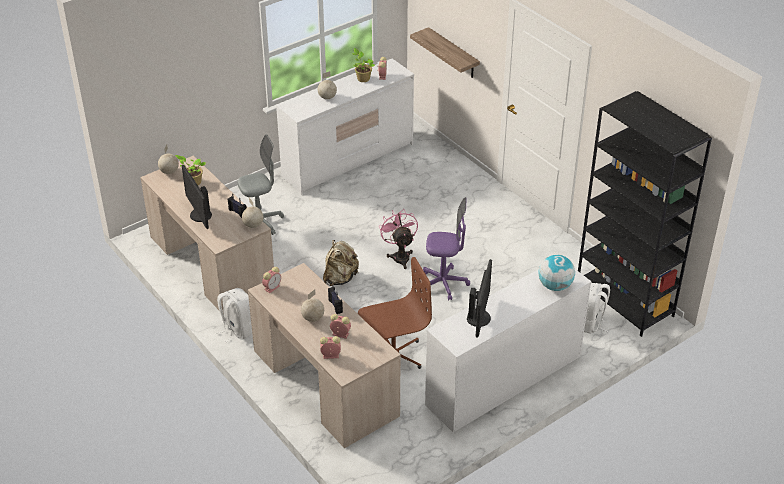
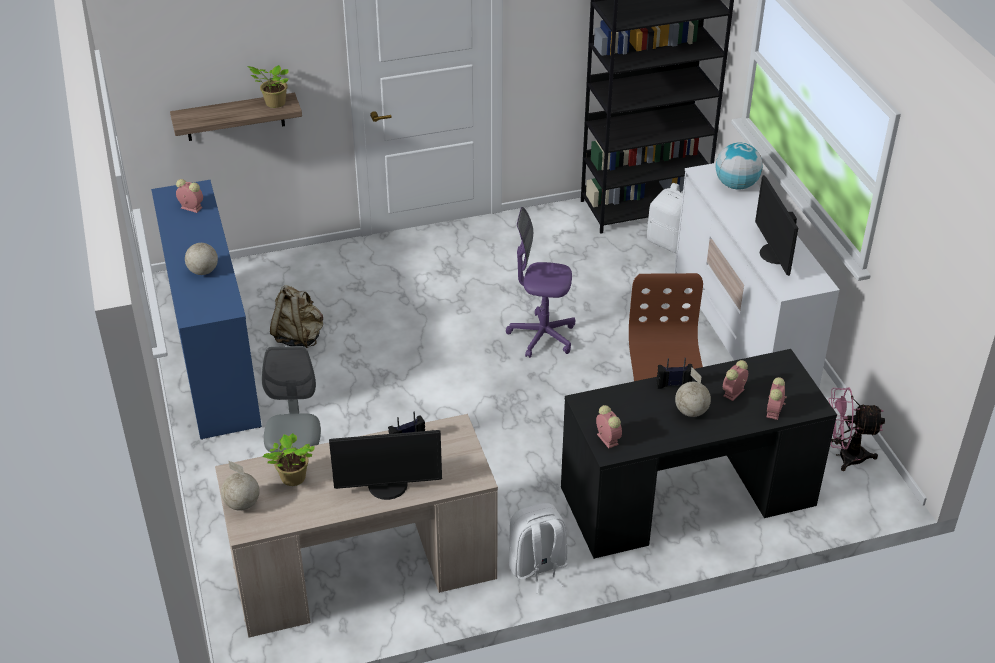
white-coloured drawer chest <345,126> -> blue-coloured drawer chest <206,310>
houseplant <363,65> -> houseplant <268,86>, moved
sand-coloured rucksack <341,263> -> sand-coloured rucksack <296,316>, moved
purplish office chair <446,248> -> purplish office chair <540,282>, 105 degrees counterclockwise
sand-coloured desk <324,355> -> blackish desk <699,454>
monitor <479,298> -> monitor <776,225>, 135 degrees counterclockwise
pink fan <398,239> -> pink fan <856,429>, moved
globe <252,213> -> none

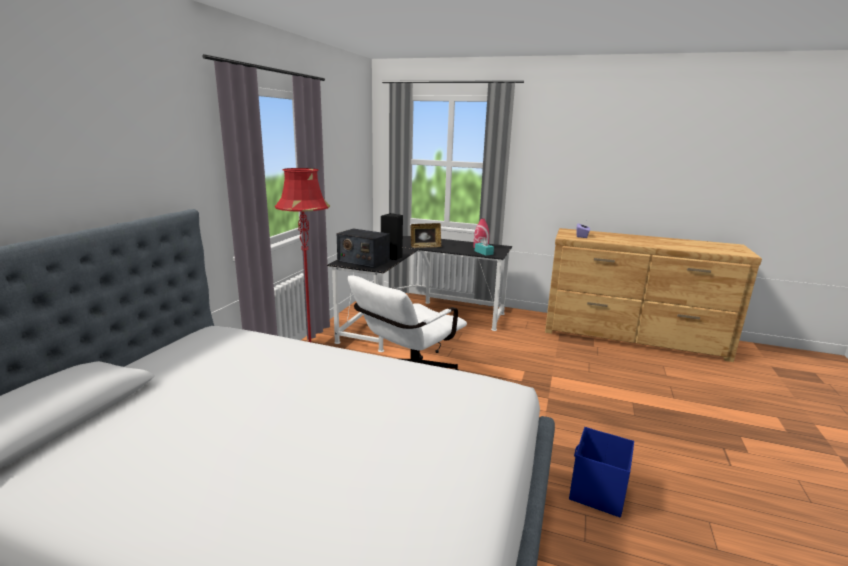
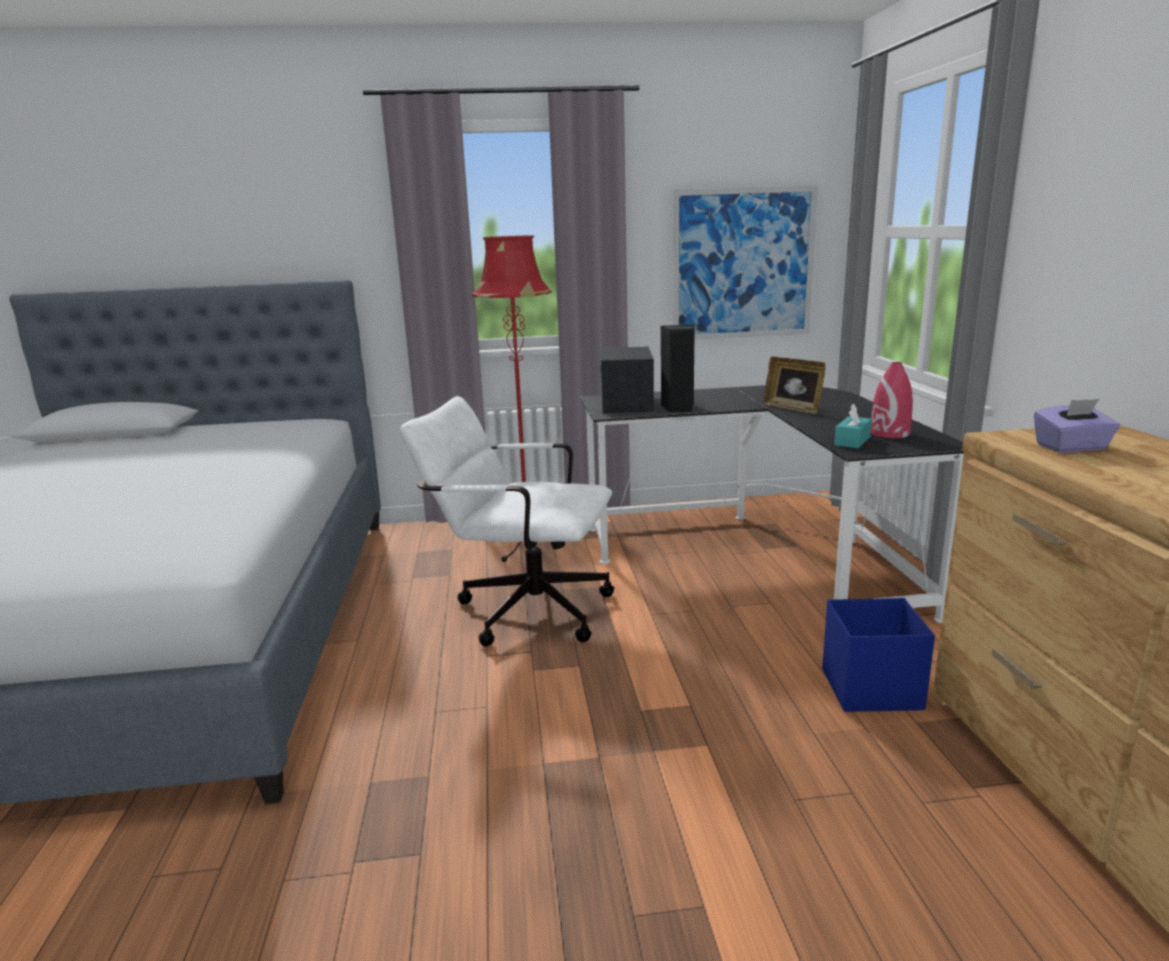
none -> picture <745,262>
blue-coloured storage bin <601,472> -> blue-coloured storage bin <878,655>, moved

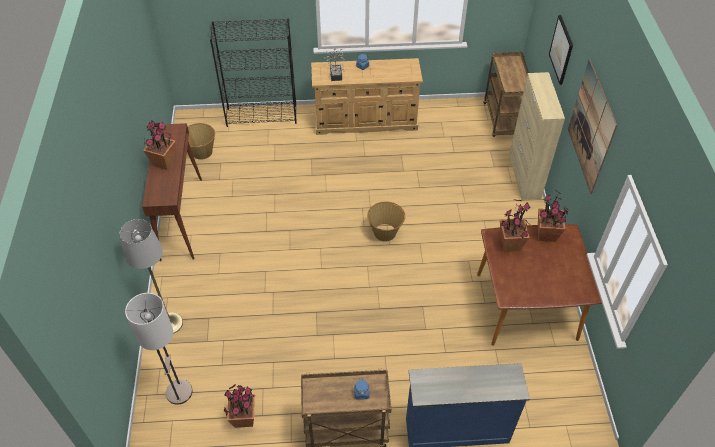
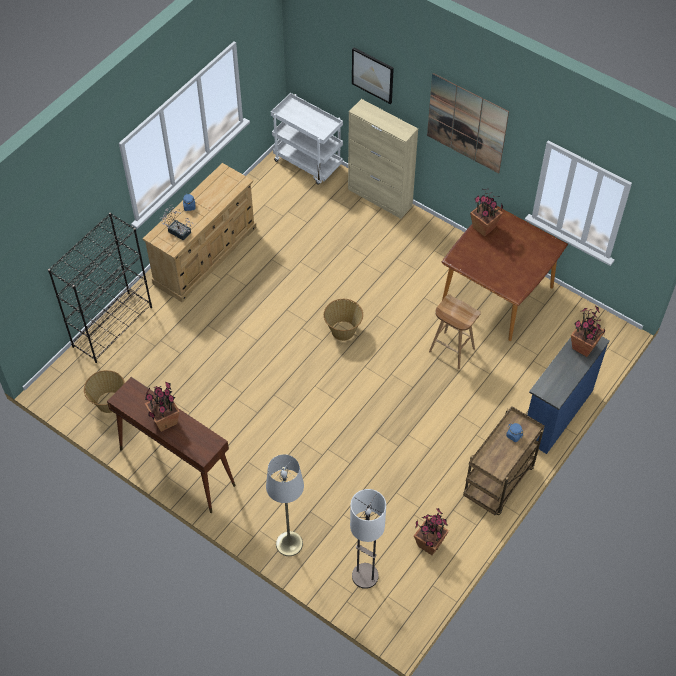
brown-coloured trolley <506,94> -> white-coloured trolley <307,139>
none -> brown-coloured sitting stool <455,331>
houseplant <515,225> -> houseplant <588,331>, moved

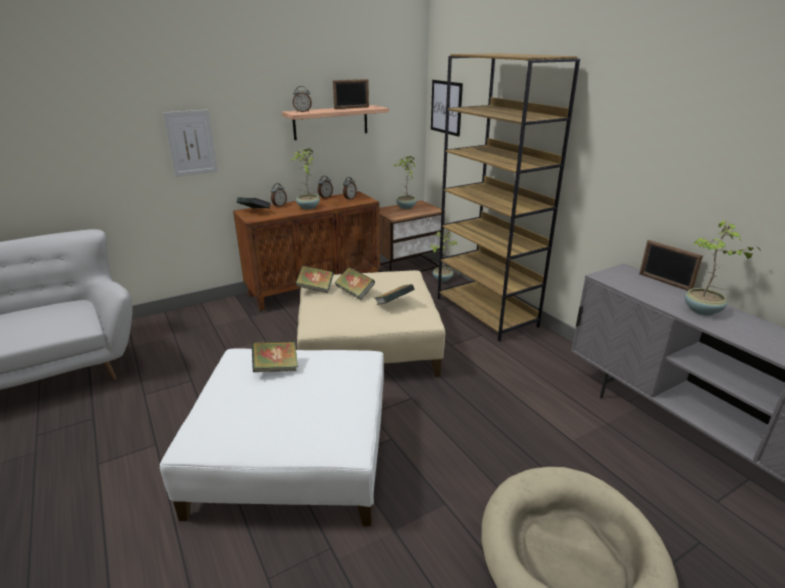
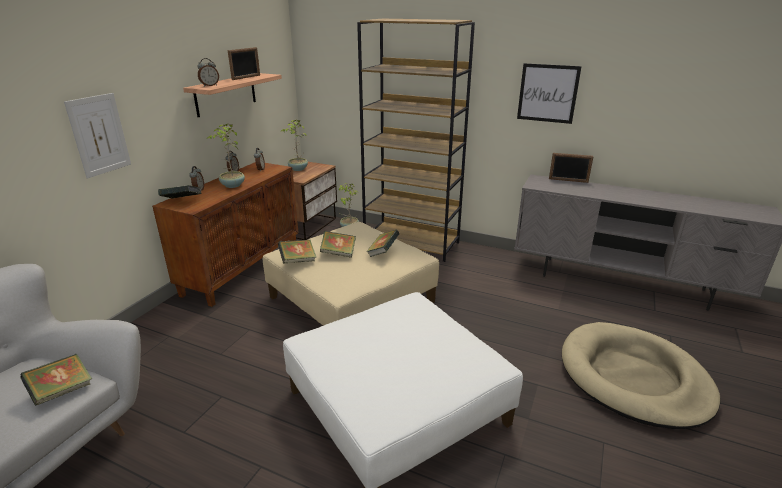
book <275,356> -> book <56,380>, moved
picture <447,108> -> picture <549,93>, moved
houseplant <723,268> -> none

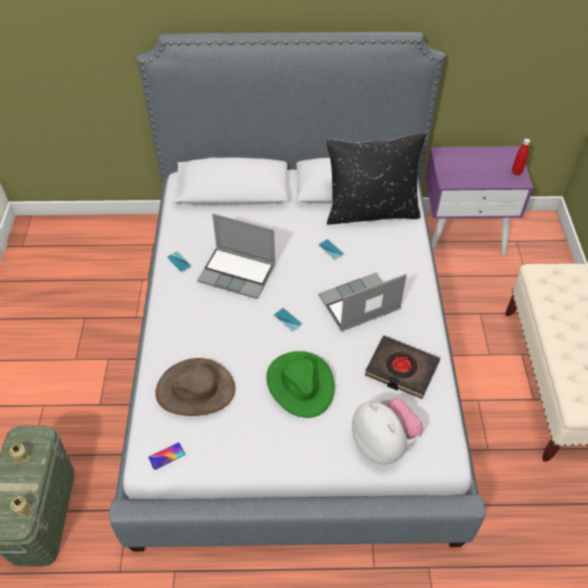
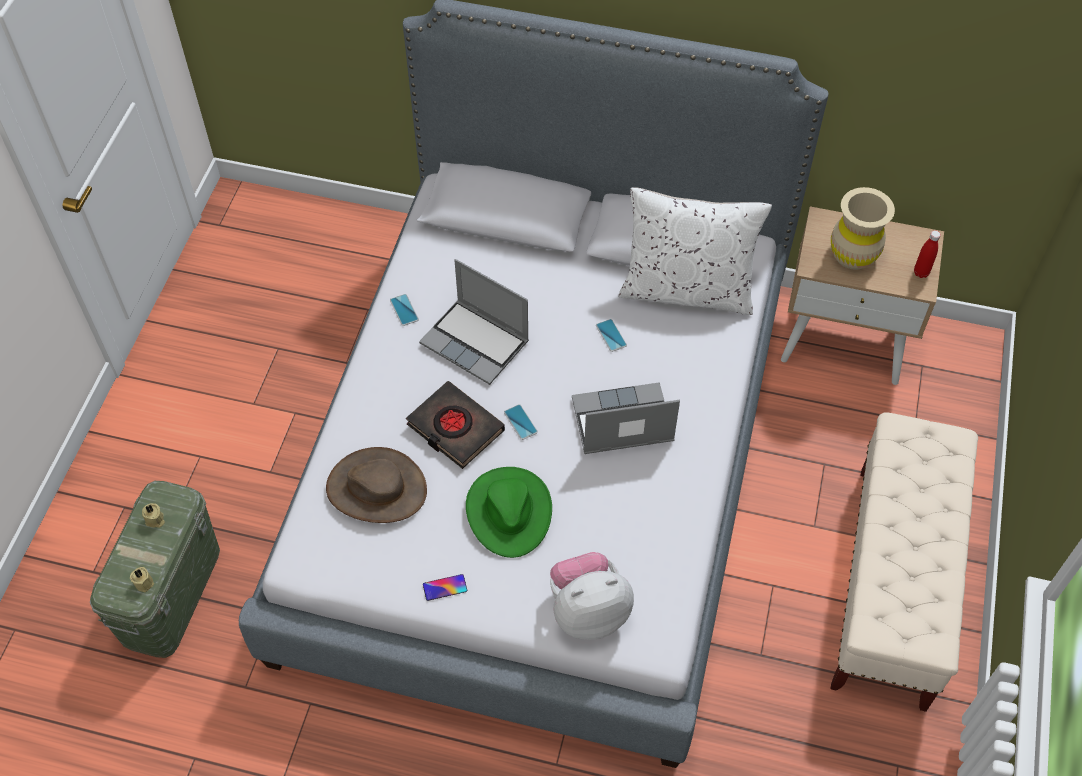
blackish book <402,367> -> blackish book <455,425>, moved
phone <167,456> -> phone <445,587>, moved
plush toy <387,431> -> plush toy <592,596>, 90 degrees counterclockwise
blackish cushion <376,179> -> white-coloured cushion <695,251>
purplish bedside table <479,201> -> sand-coloured bedside table <862,295>
none -> sand-coloured decorative vase <863,228>

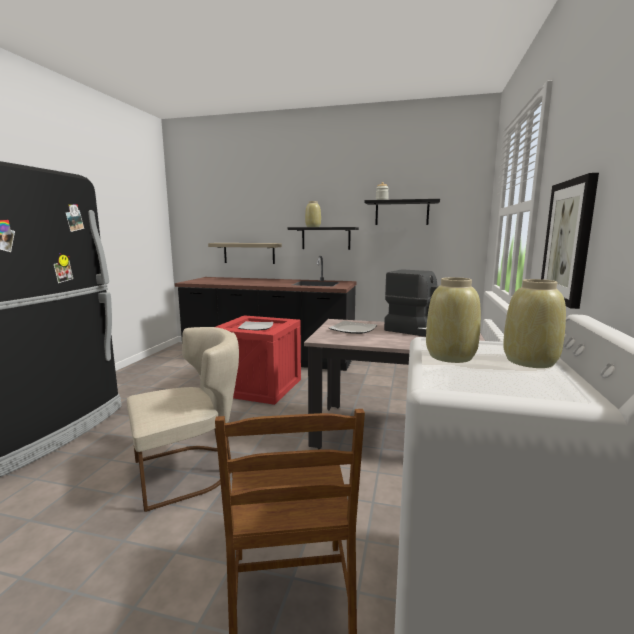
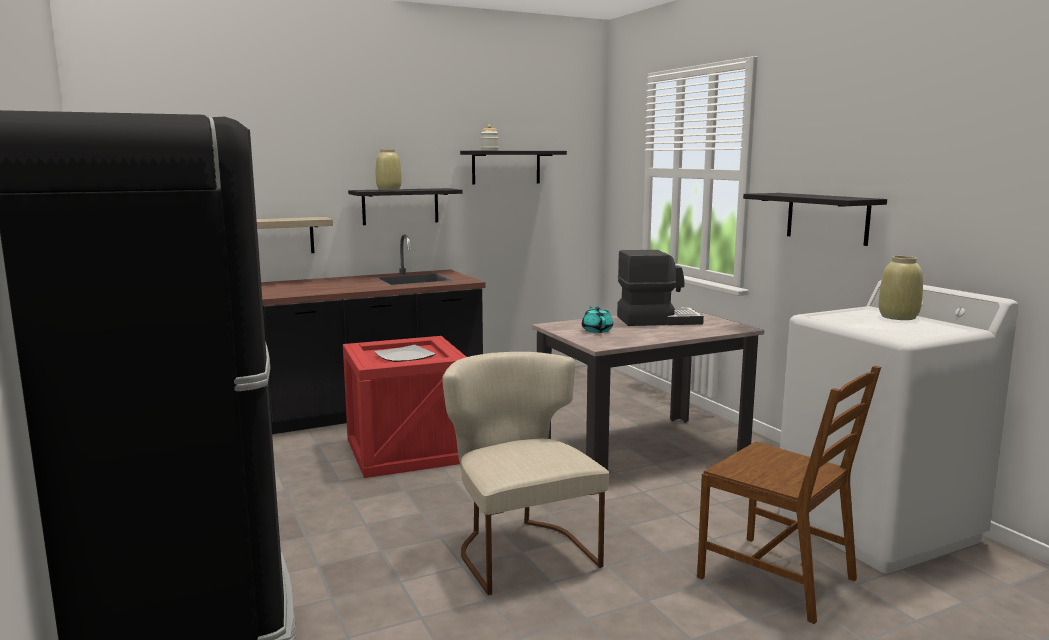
sand-coloured chair <183,419> -> sand-coloured chair <525,473>, 45 degrees counterclockwise
flat dish <353,327> -> turquoise-coloured teapot <597,319>
picture <570,241> -> blackish wall shelf <815,219>
sand-coloured decorative vase <453,320> -> none

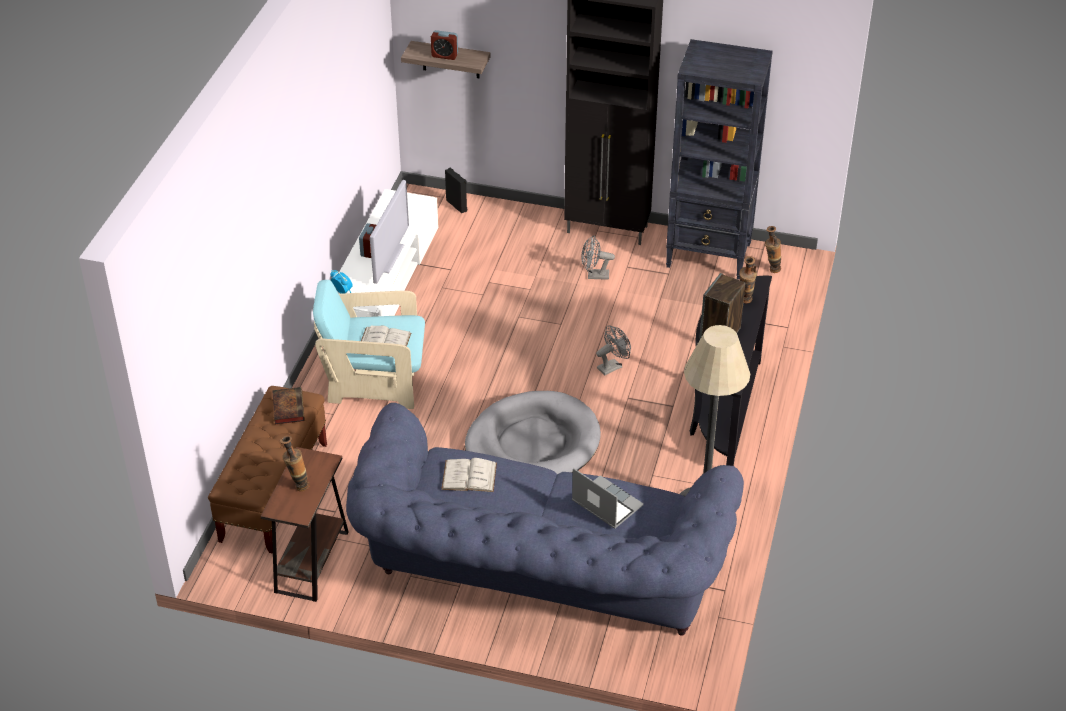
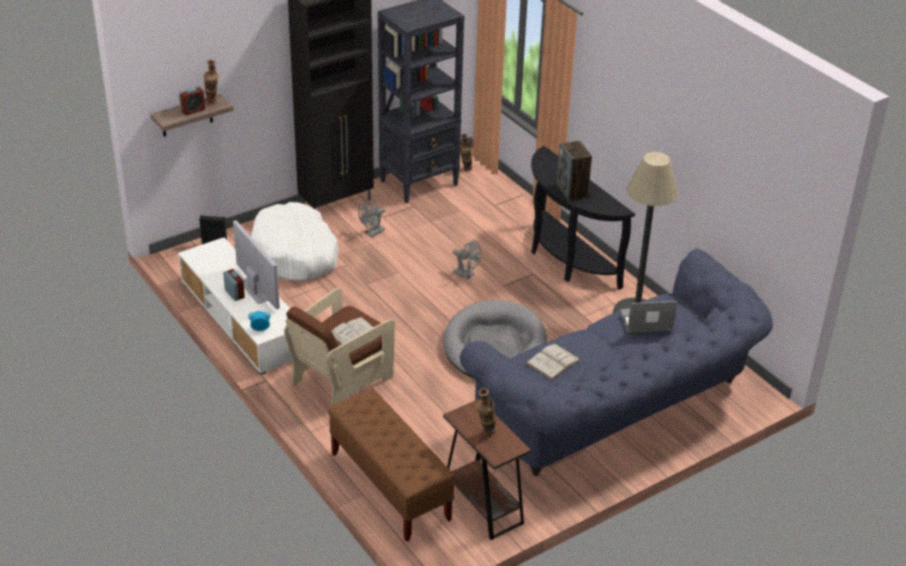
decorative vase <748,280> -> decorative vase <211,82>, moved
none -> white-coloured dog bed <295,241>
turquoise-coloured lounge chair <369,344> -> brown-coloured lounge chair <339,347>
greyish fan <613,350> -> greyish fan <467,259>, 120 degrees clockwise
book <288,405> -> none

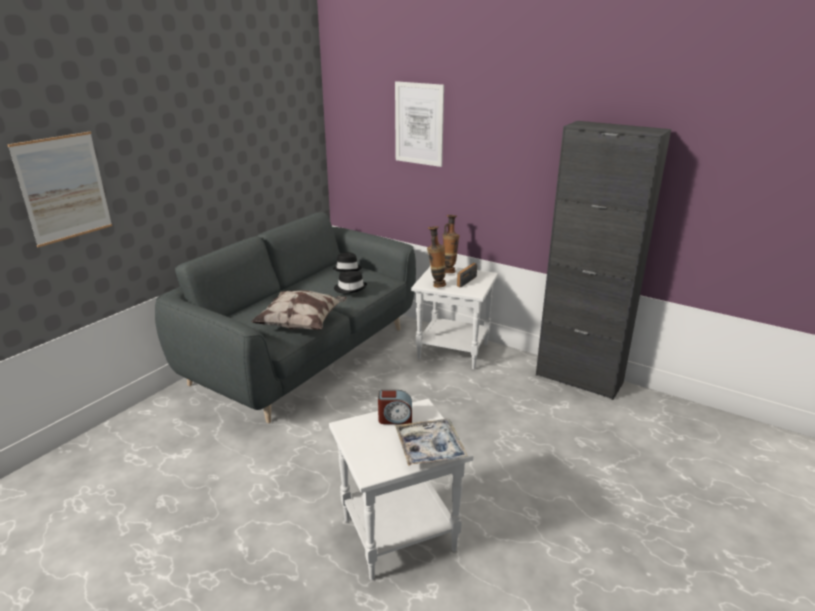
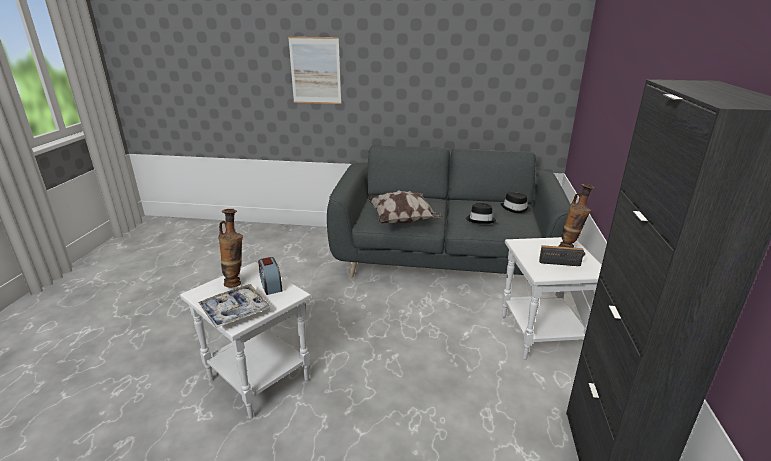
decorative vase <436,257> -> decorative vase <230,248>, moved
picture <419,124> -> none

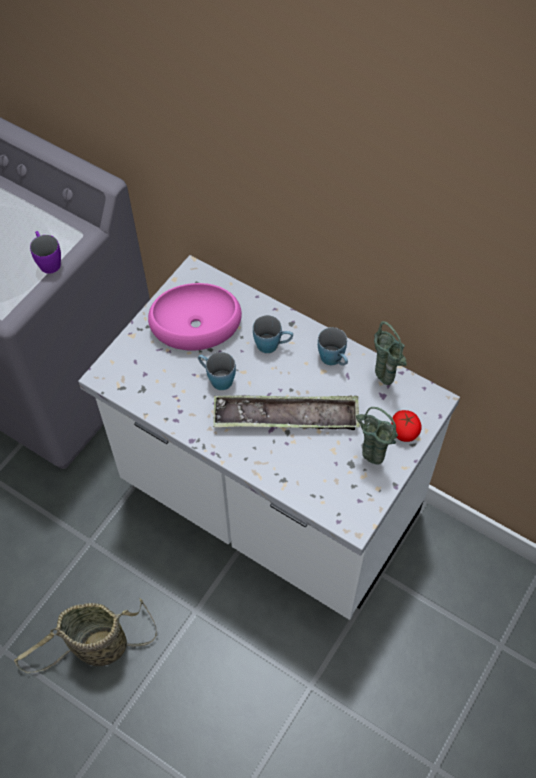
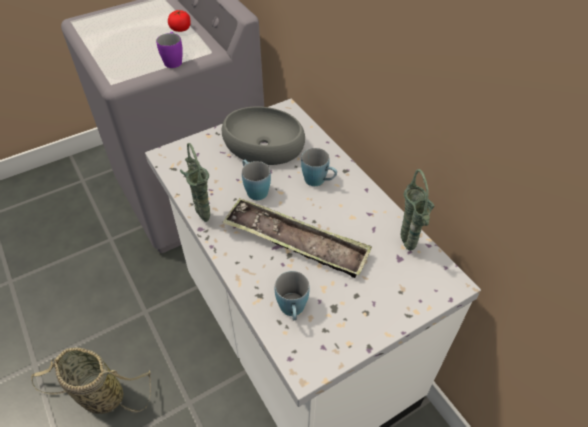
whole tomato <406,426> -> whole tomato <179,21>, moved
green-coloured decorative vase <377,436> -> green-coloured decorative vase <195,182>, moved
pink deep dish <195,316> -> greyish deep dish <263,136>
blue-coloured mug <333,346> -> blue-coloured mug <292,295>, moved

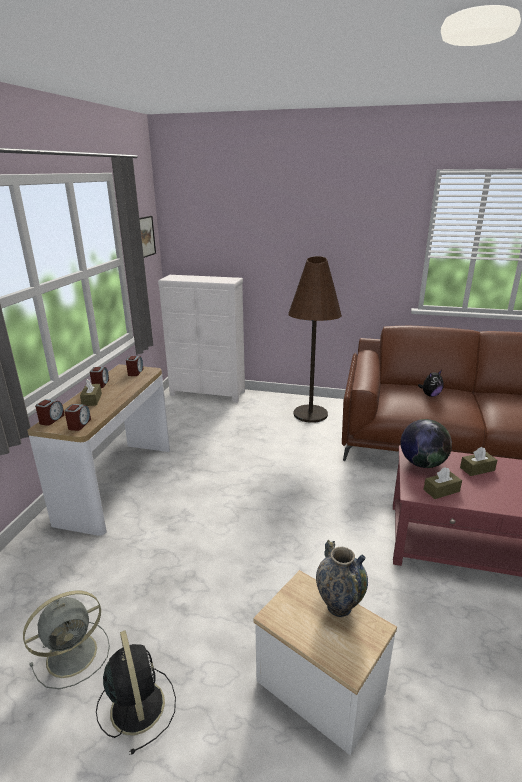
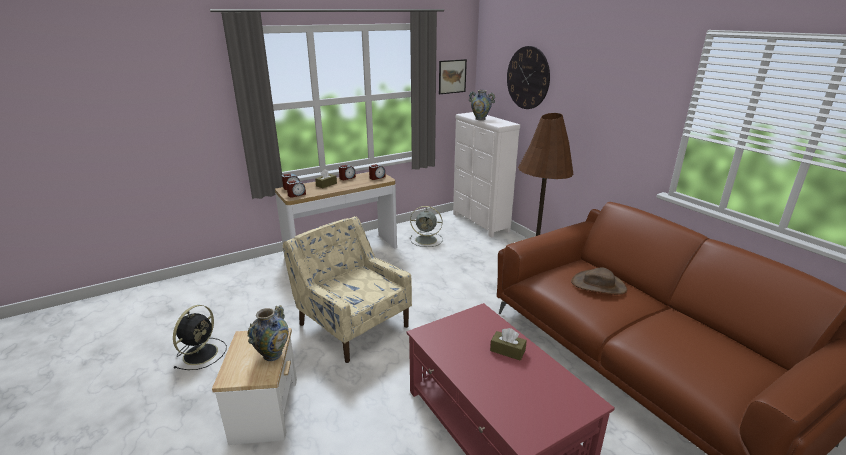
none -> sand-coloured lounge chair <347,289>
greyish fan <66,640> -> greyish fan <426,226>, moved
none -> decorative vase <482,105>
none -> hanging clock <528,77>
plush toy <430,383> -> brown-coloured wearable hat <599,281>
globe <426,443> -> none
brown-coloured tissue holder <442,483> -> none

